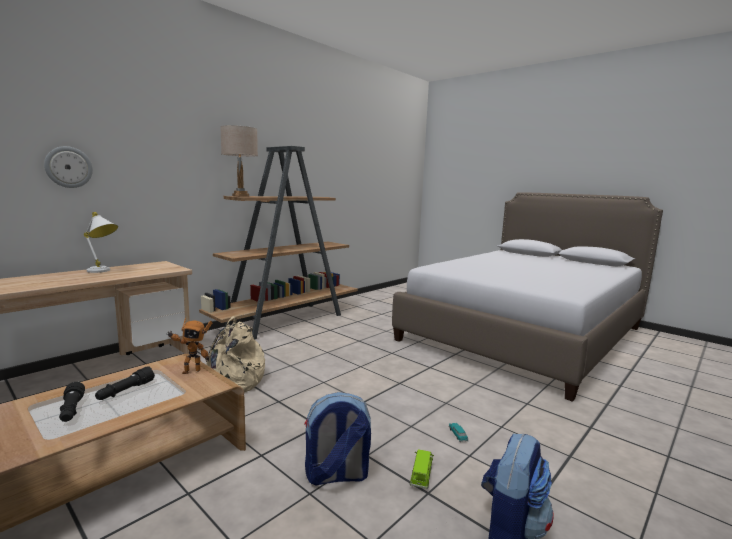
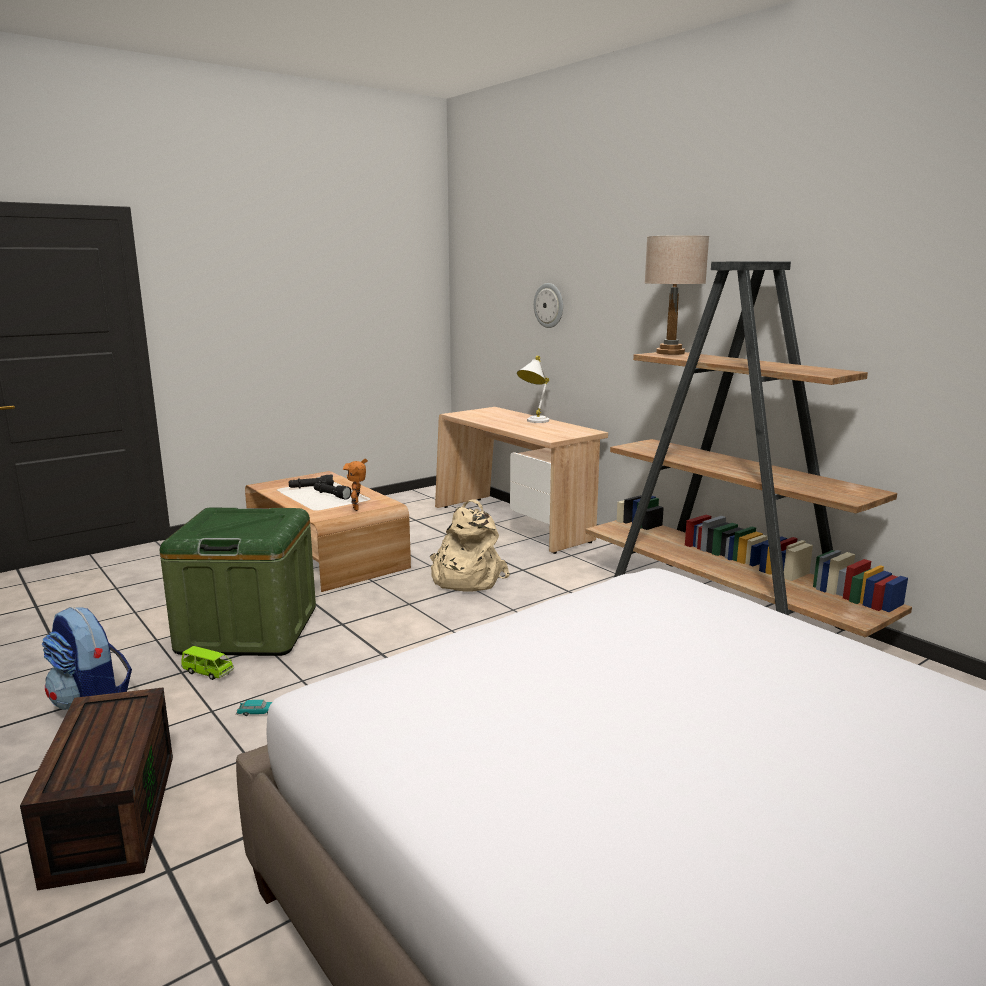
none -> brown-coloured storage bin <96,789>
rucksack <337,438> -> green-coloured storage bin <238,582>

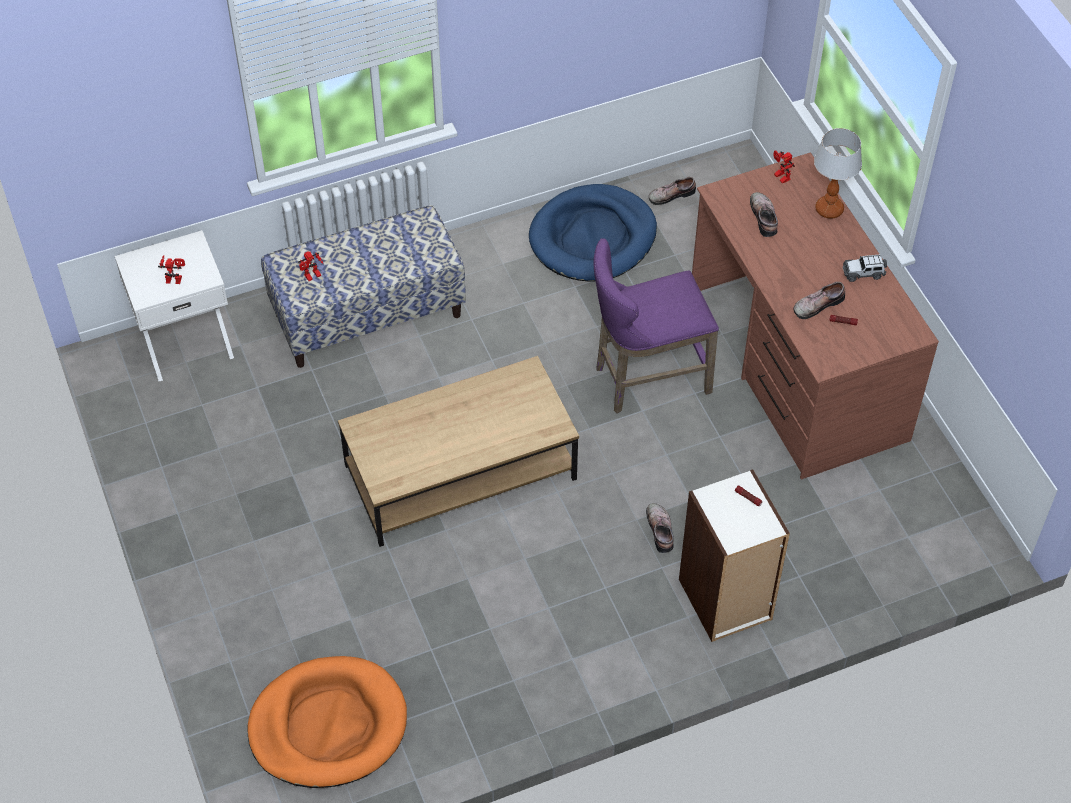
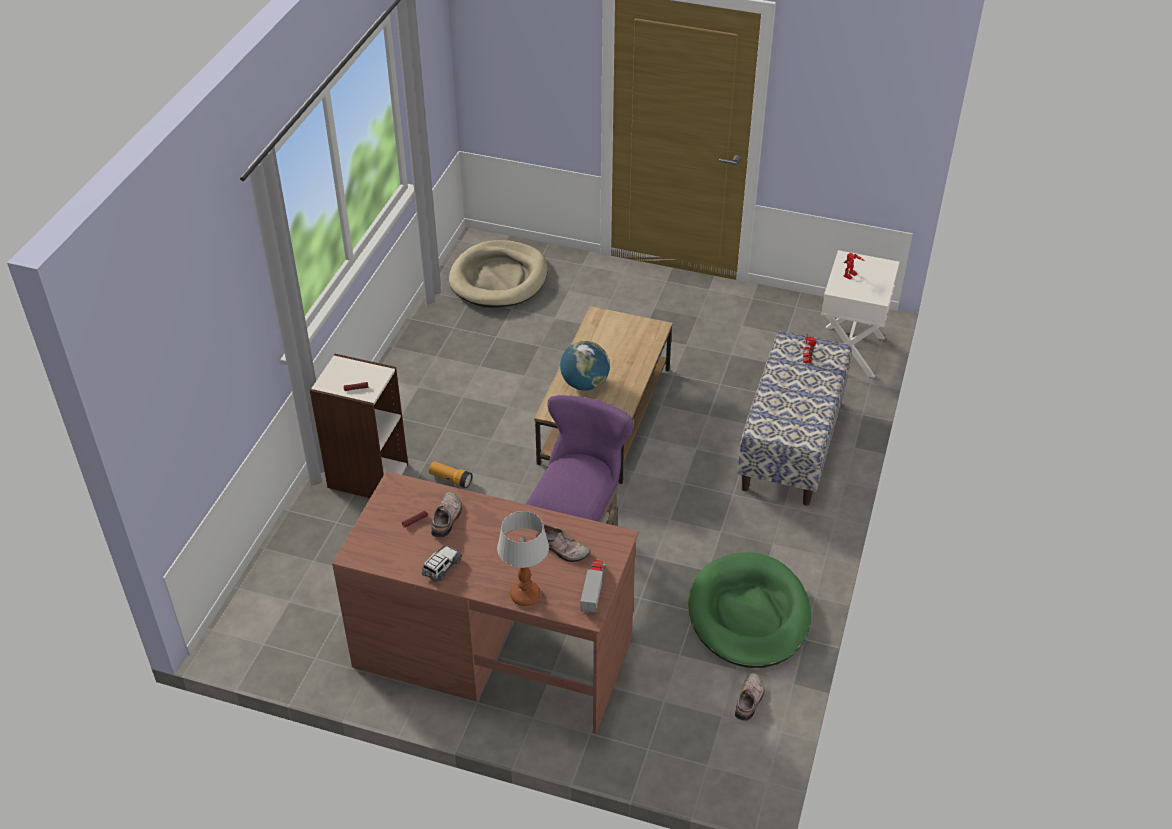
low shoe <660,528> -> torch <451,474>
orange dog bed <327,722> -> sand-coloured dog bed <498,274>
none -> globe <585,366>
model robot <784,167> -> model truck <593,586>
blue-coloured dog bed <593,233> -> green-coloured dog bed <749,610>

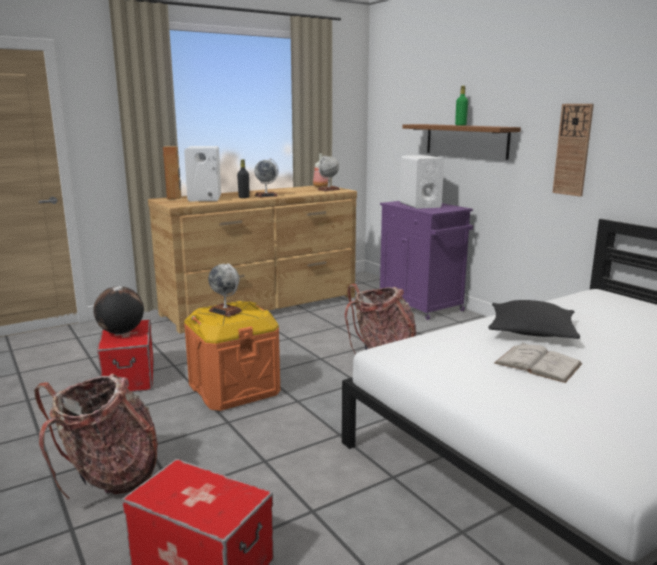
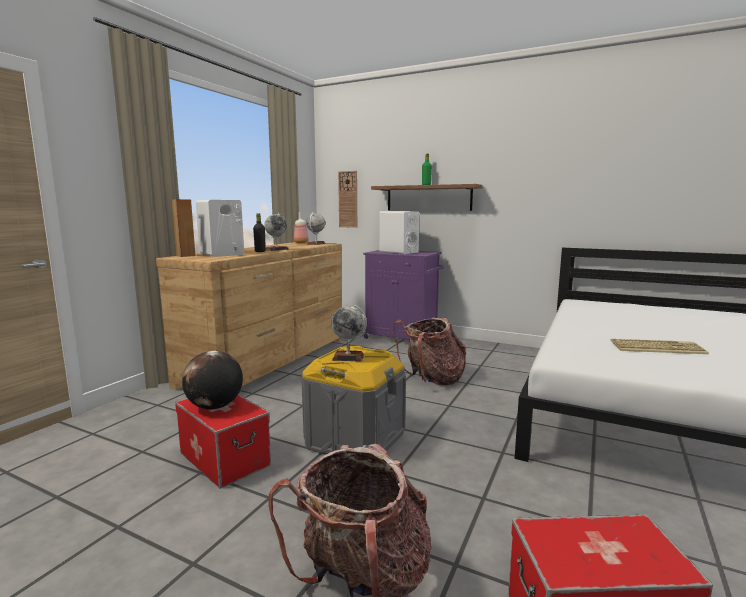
orange storage bin <232,356> -> greyish storage bin <354,399>
hanging clock <573,150> -> hanging clock <347,199>, moved
white-coloured book <538,362> -> keyboard <660,346>
blackish cushion <534,319> -> none

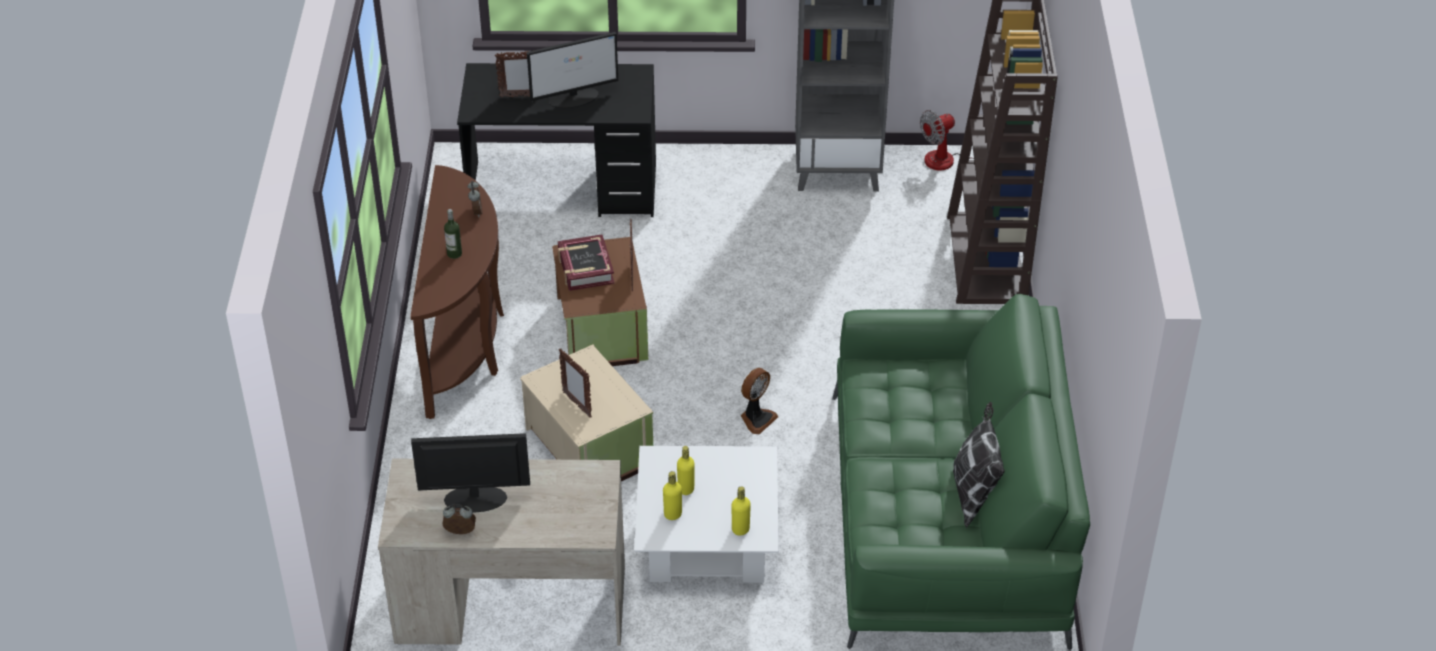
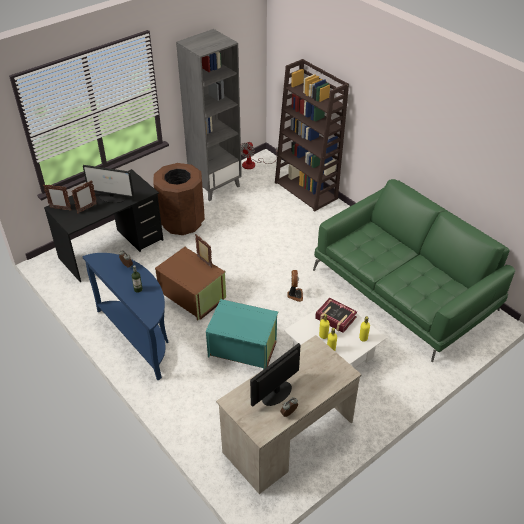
standing frame <575,383> -> standing frame <57,197>, moved
brown-coloured console table <457,292> -> blue-coloured console table <125,316>
monitor <572,70> -> monitor <108,184>, 75 degrees clockwise
none -> brown-coloured waste bin <179,199>
sand-coloured storage bin <586,412> -> turquoise-coloured storage bin <242,334>
book <586,262> -> book <336,315>, moved
cushion <979,465> -> none

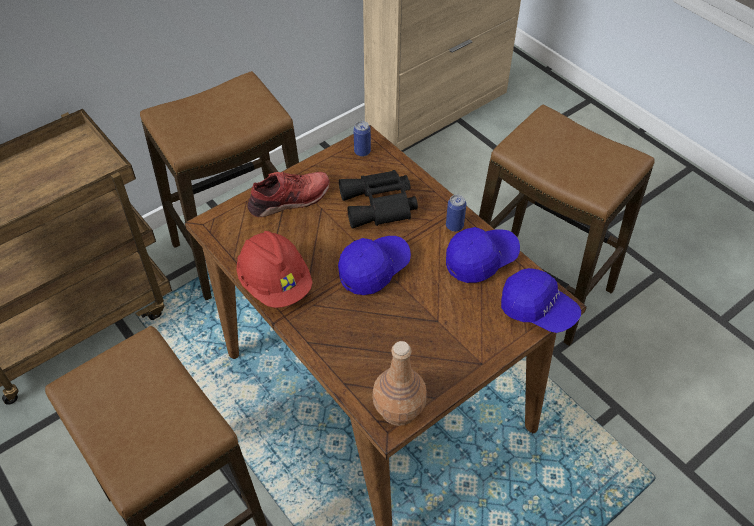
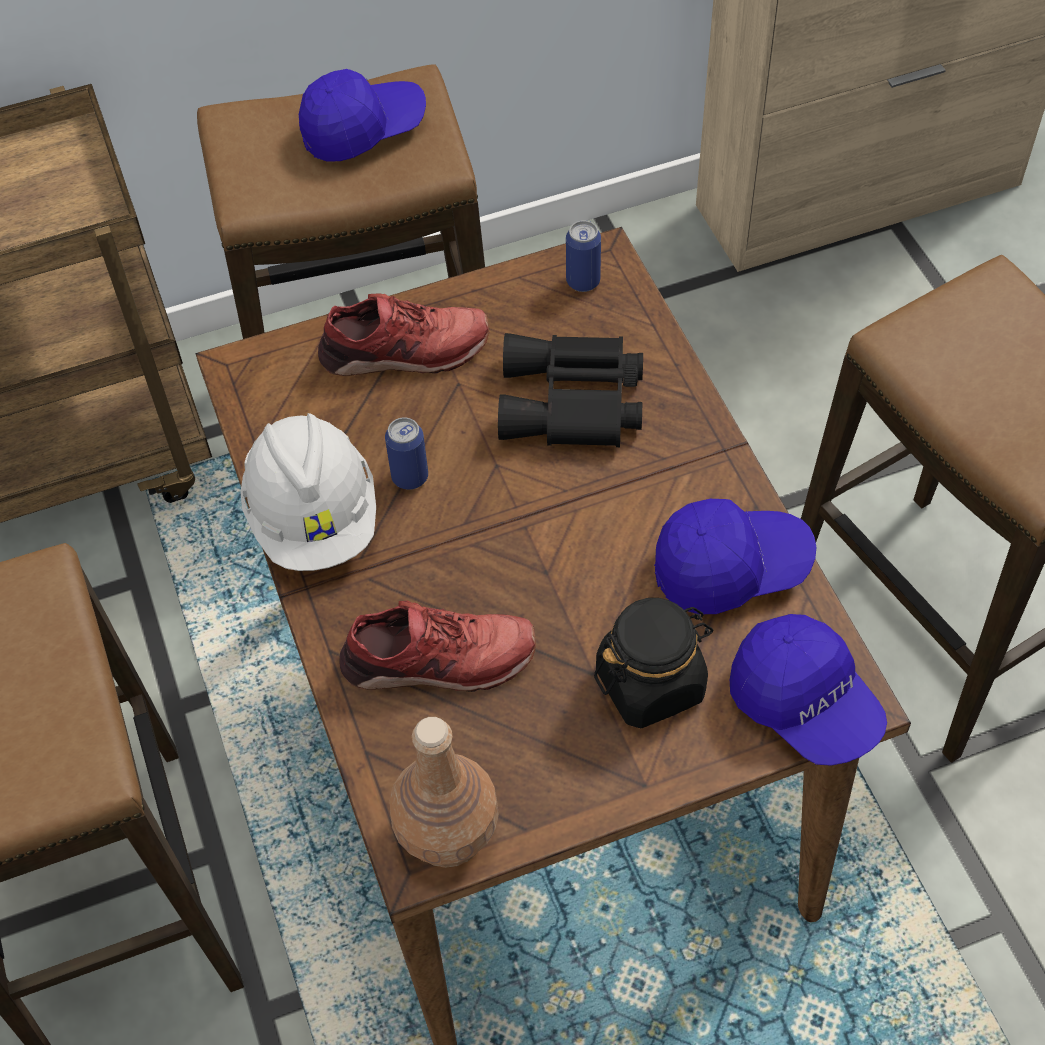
reddish safety helmet <274,269> -> white-coloured safety helmet <308,492>
blue-coloured peaked cap <374,265> -> blue-coloured peaked cap <362,115>, moved
none -> reddish low shoe <437,646>
metal can <456,213> -> metal can <406,453>, moved
none -> blackish jar <653,663>

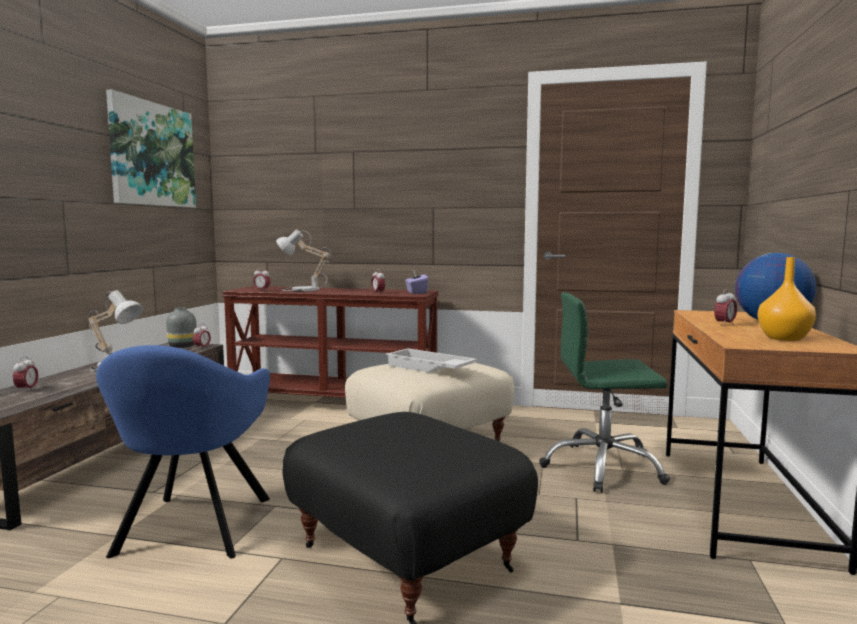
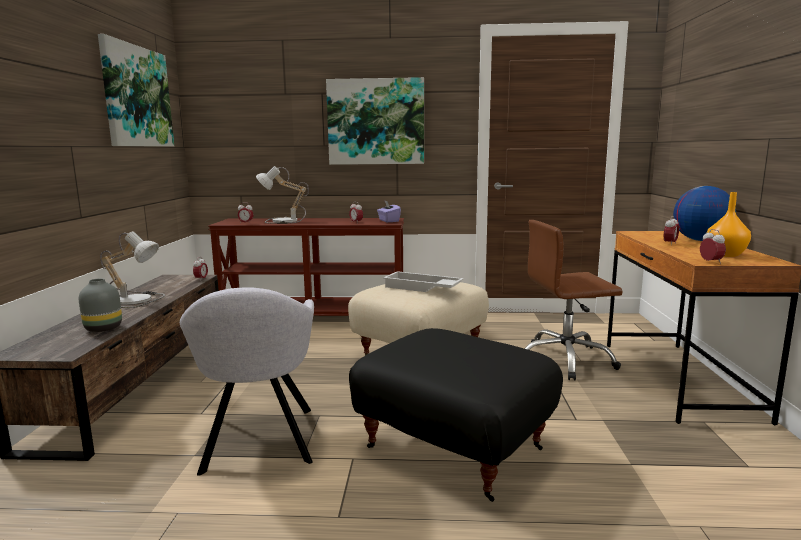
greyish decorative vase <181,327> -> greyish decorative vase <100,305>, moved
blue-coloured lounge chair <183,451> -> greyish lounge chair <247,381>
none -> picture <375,121>
green-coloured office chair <604,392> -> brown-coloured office chair <573,300>
alarm clock <25,374> -> alarm clock <713,246>, moved

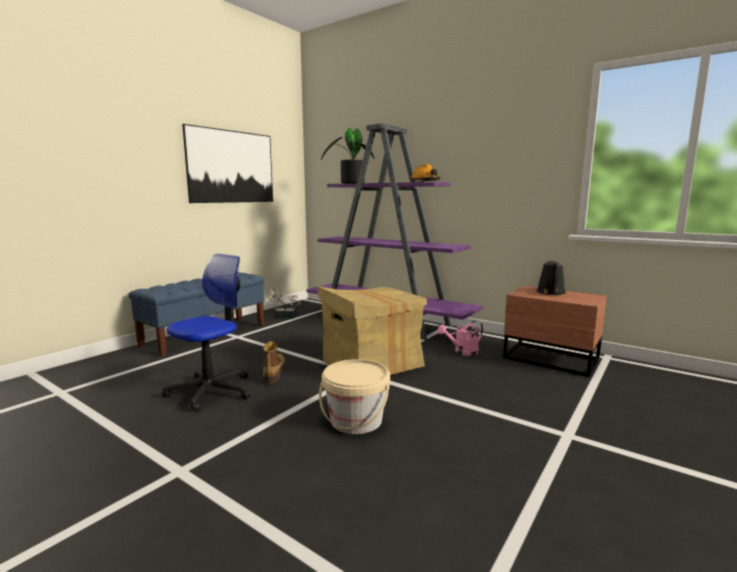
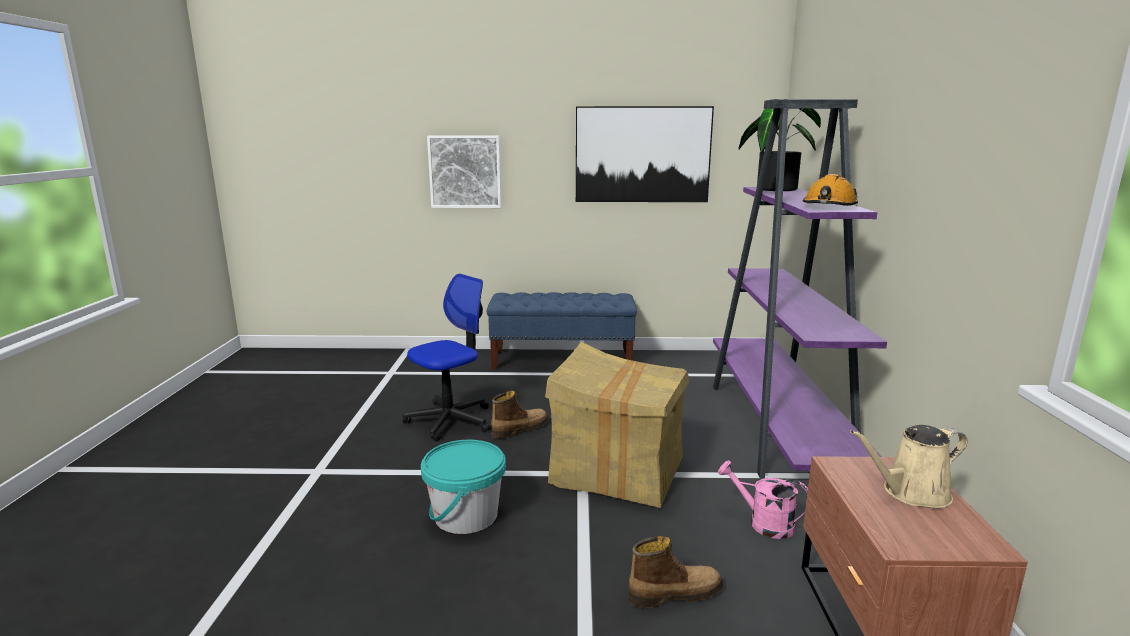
office chair <207,333> -> office chair <447,357>, 45 degrees counterclockwise
sand-coloured bucket <354,396> -> turquoise-coloured bucket <463,487>
none -> picture <464,171>
none -> boot <675,572>
blackish sprinkling can <551,278> -> sand-coloured sprinkling can <908,466>
houseplant <283,303> -> none

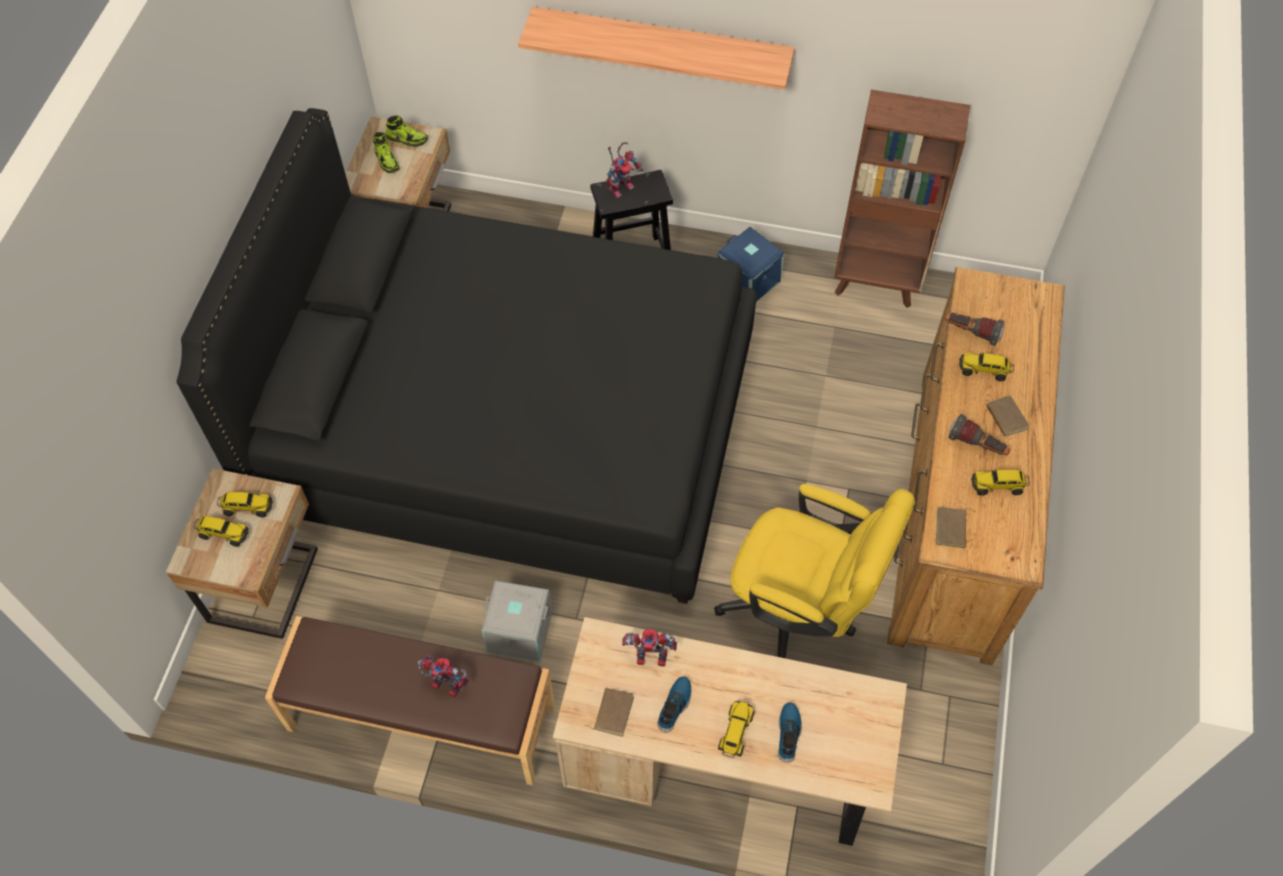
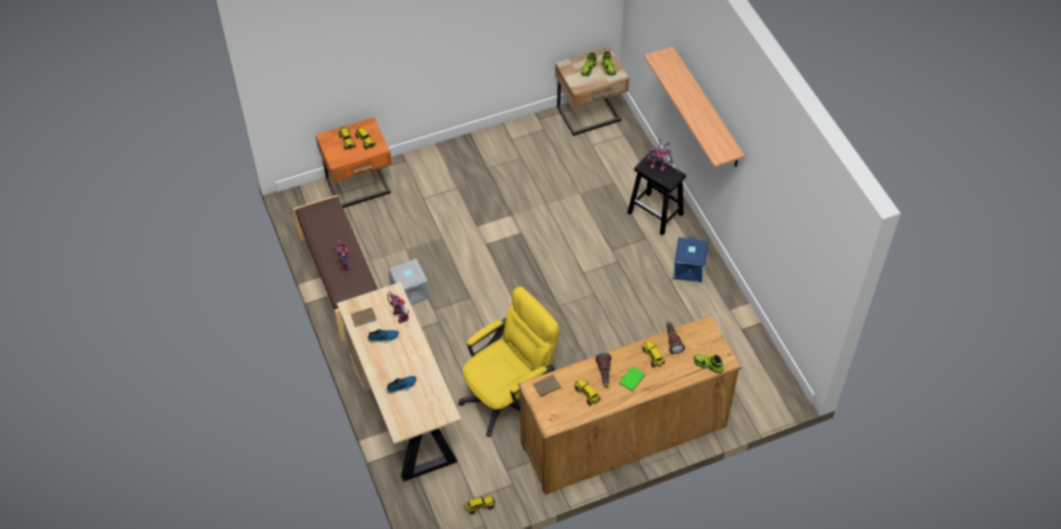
sand-coloured bedside table <242,553> -> orange bedside table <354,162>
yellow-coloured office chair <814,571> -> yellow-coloured office chair <509,361>, 120 degrees counterclockwise
model truck <736,729> -> model truck <479,505>, moved
brown-coloured book <1007,416> -> green-coloured book <630,379>
none -> low shoe <709,364>
blackish bedroom bed <467,356> -> none
brown-coloured bookshelf <902,199> -> none

